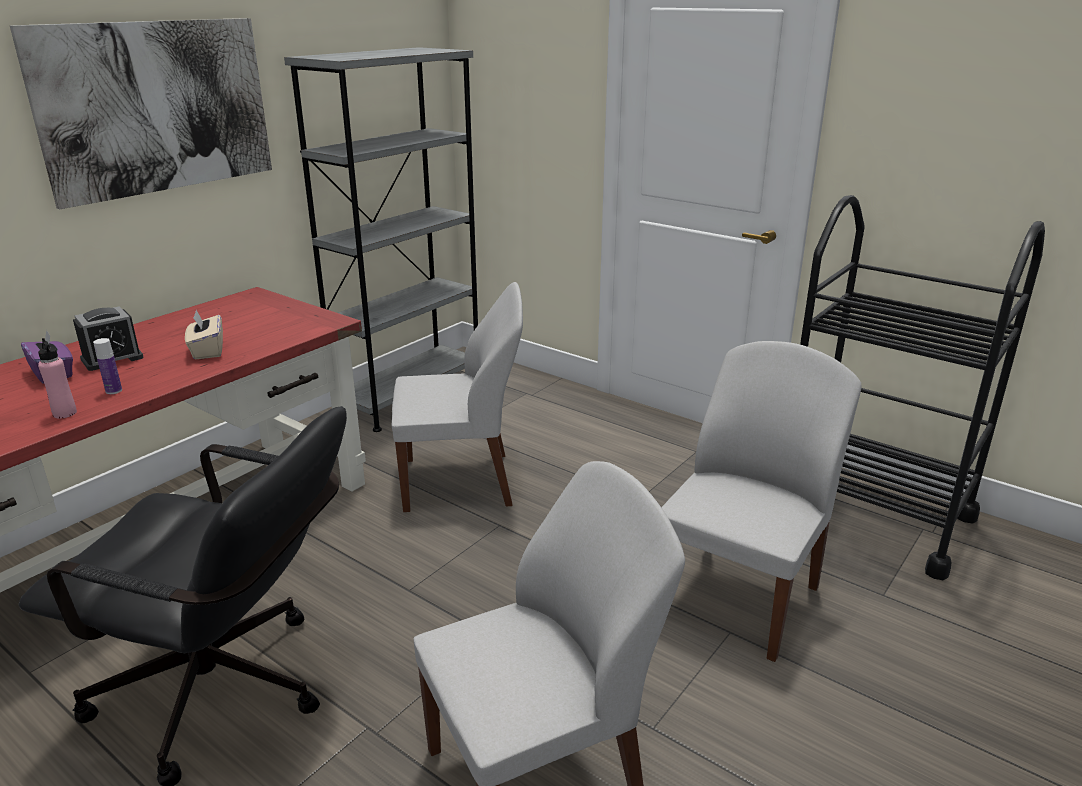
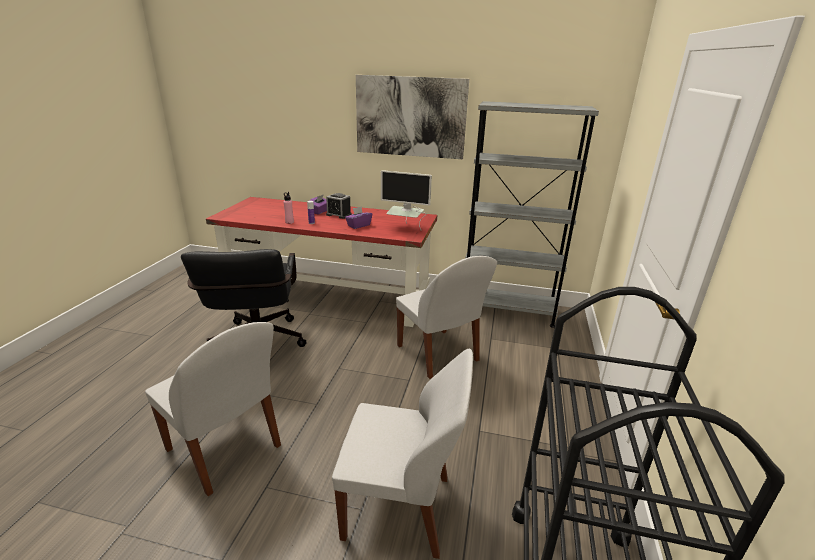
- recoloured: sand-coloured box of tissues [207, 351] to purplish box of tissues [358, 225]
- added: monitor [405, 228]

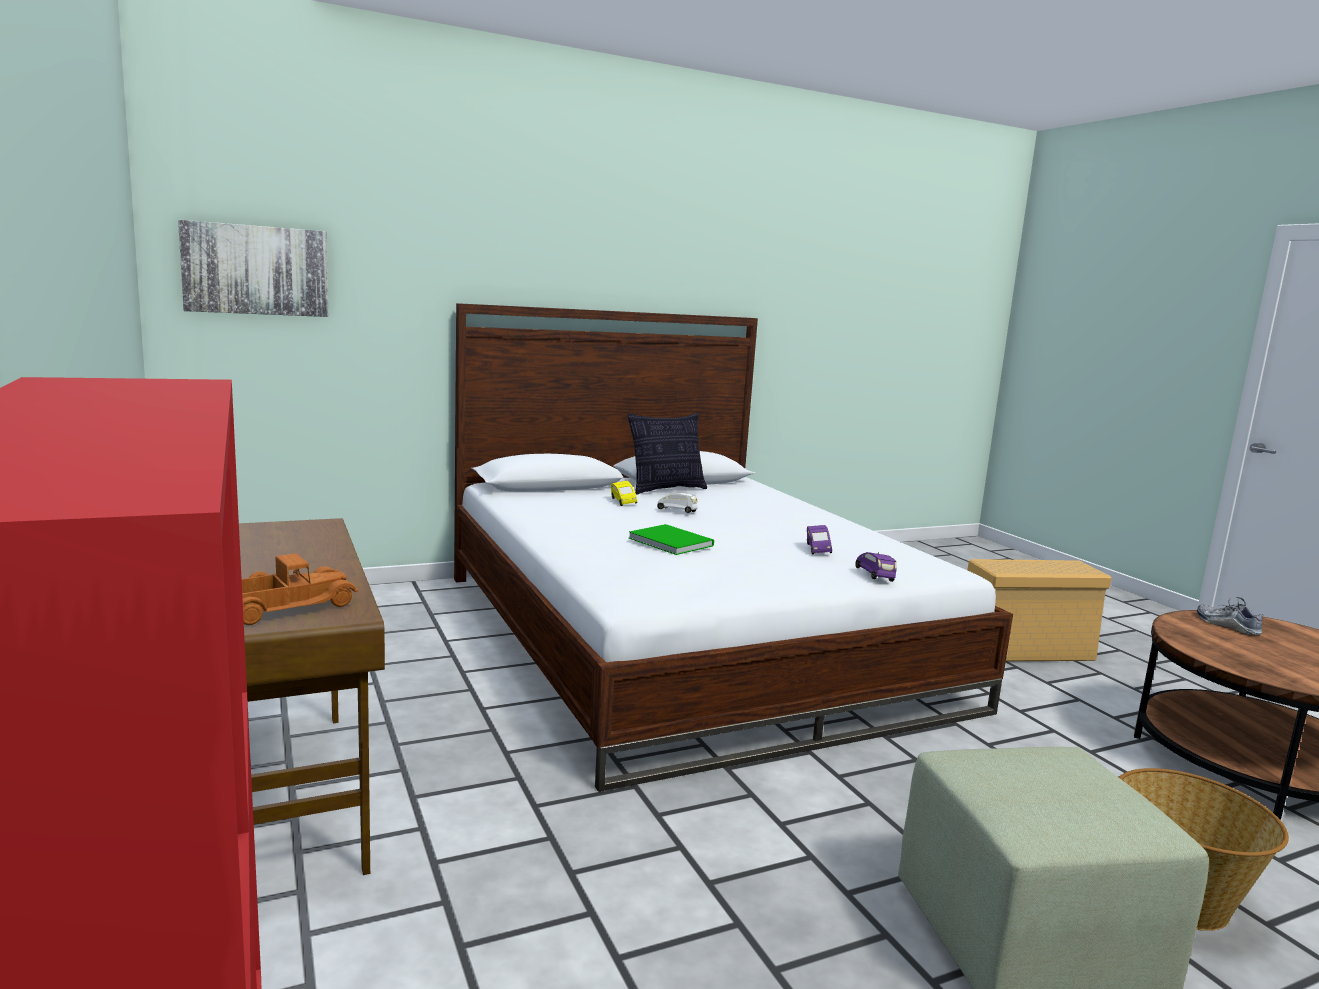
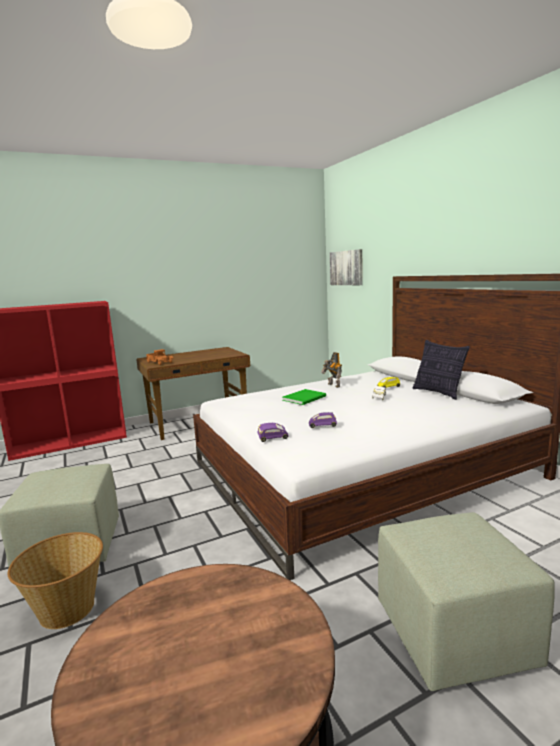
- added: toy robot [333, 385]
- replaced: sand-coloured storage container [1027, 650] to green pouffe [455, 636]
- removed: shoe [1227, 625]

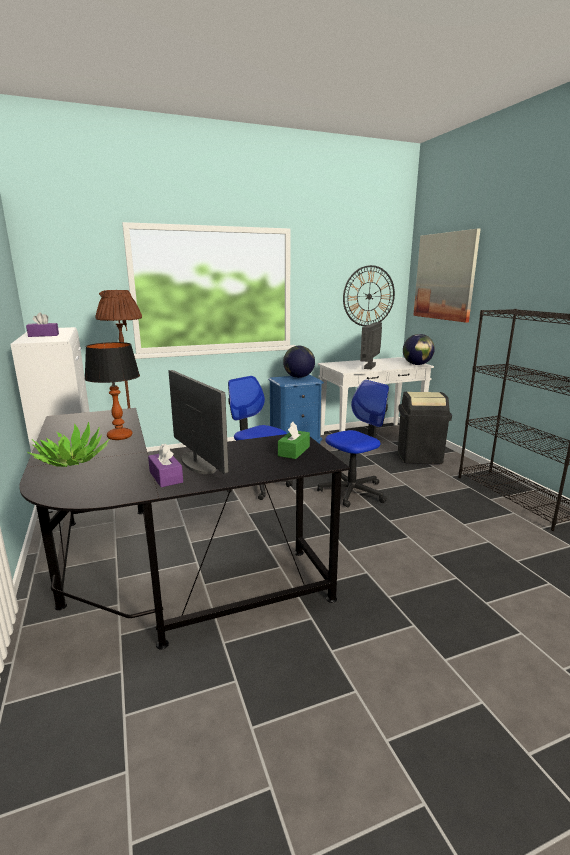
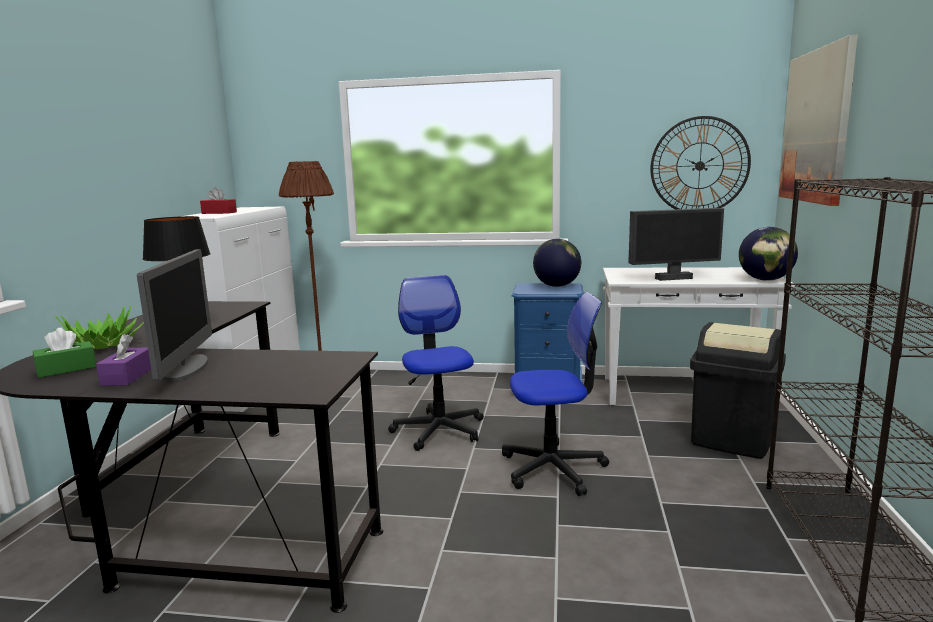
- moved: green box of tissues [294, 451] to [66, 369]
- recoloured: purplish box of tissues [43, 335] to reddish box of tissues [219, 213]
- turned: monitor [370, 367] = [673, 278] 150 degrees counterclockwise

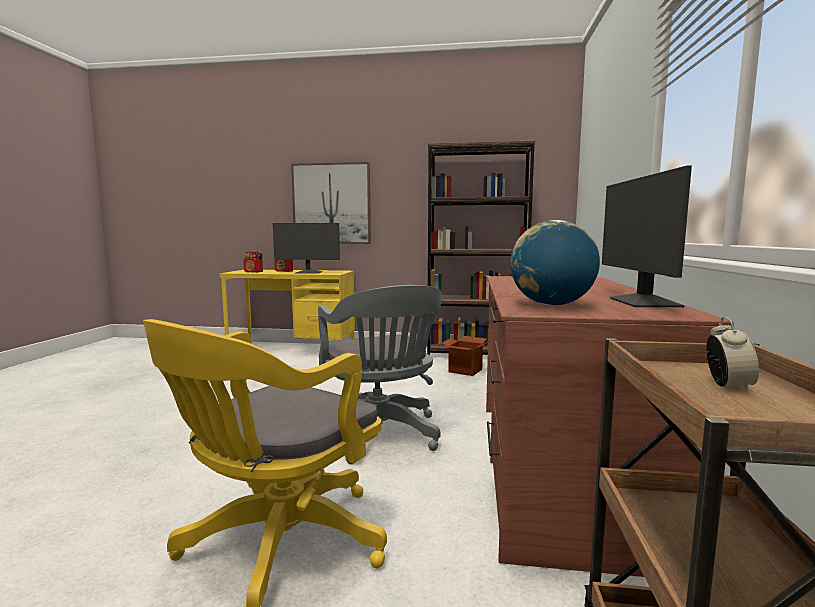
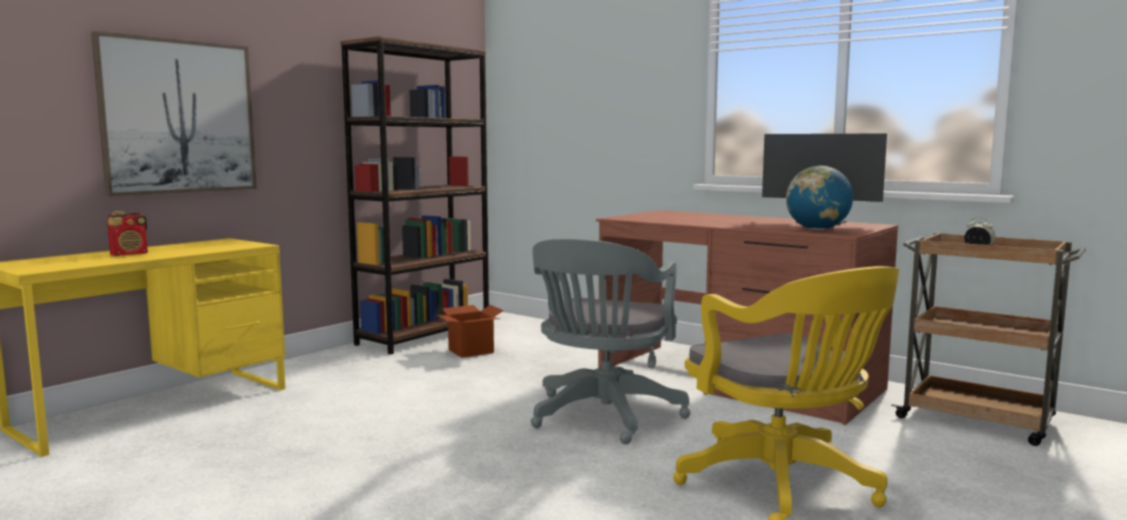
- turned: gray computer chair [380, 436] = [603, 417] 105 degrees clockwise
- removed: radio set [253, 272]
- removed: monitor [308, 272]

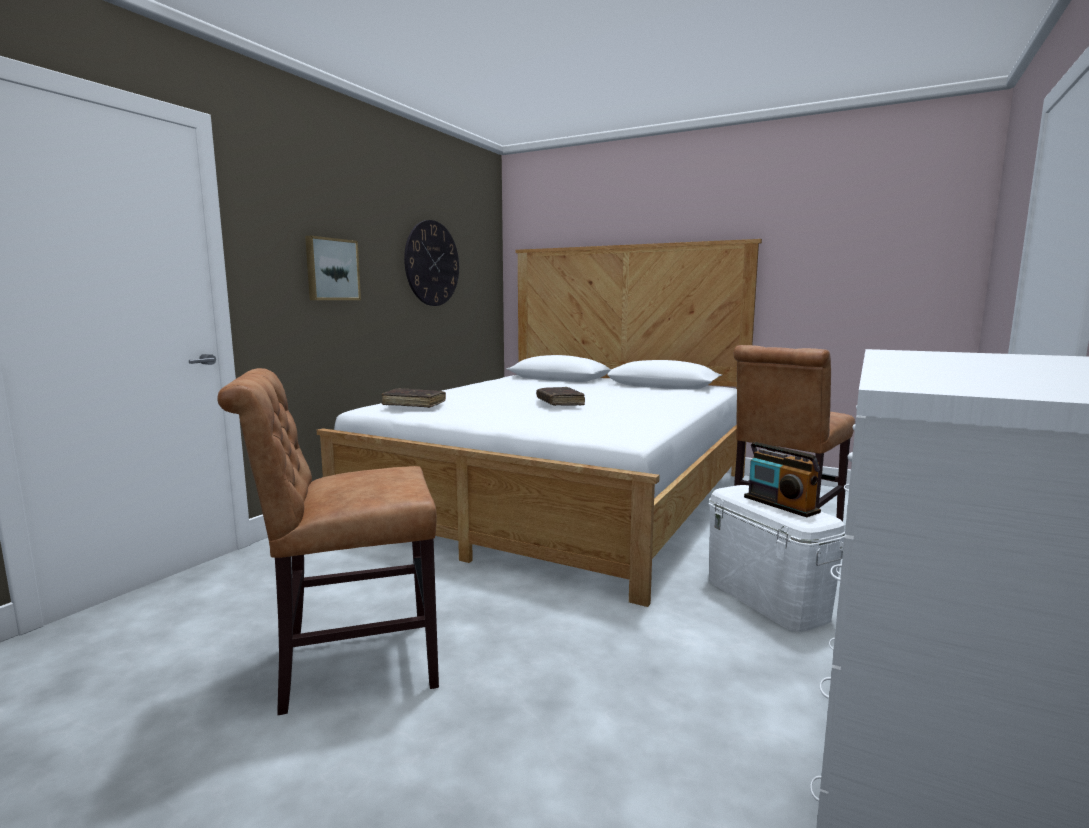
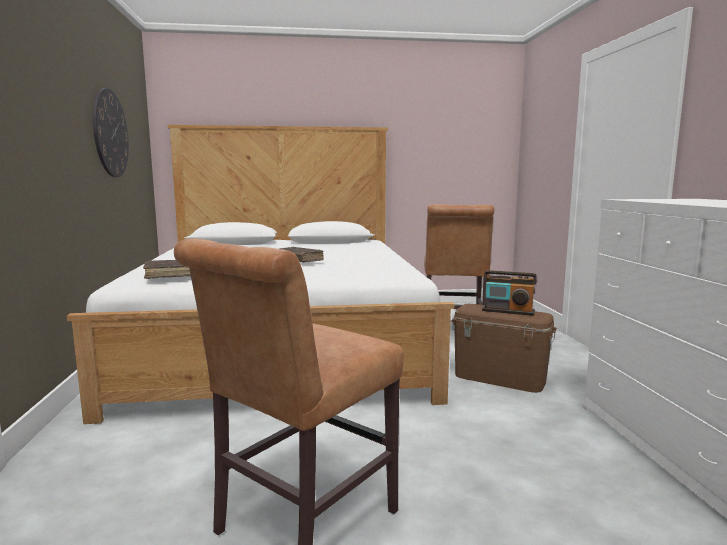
- recoloured: white storage container [766, 598] to brown-coloured storage container [500, 378]
- removed: wall art [331, 269]

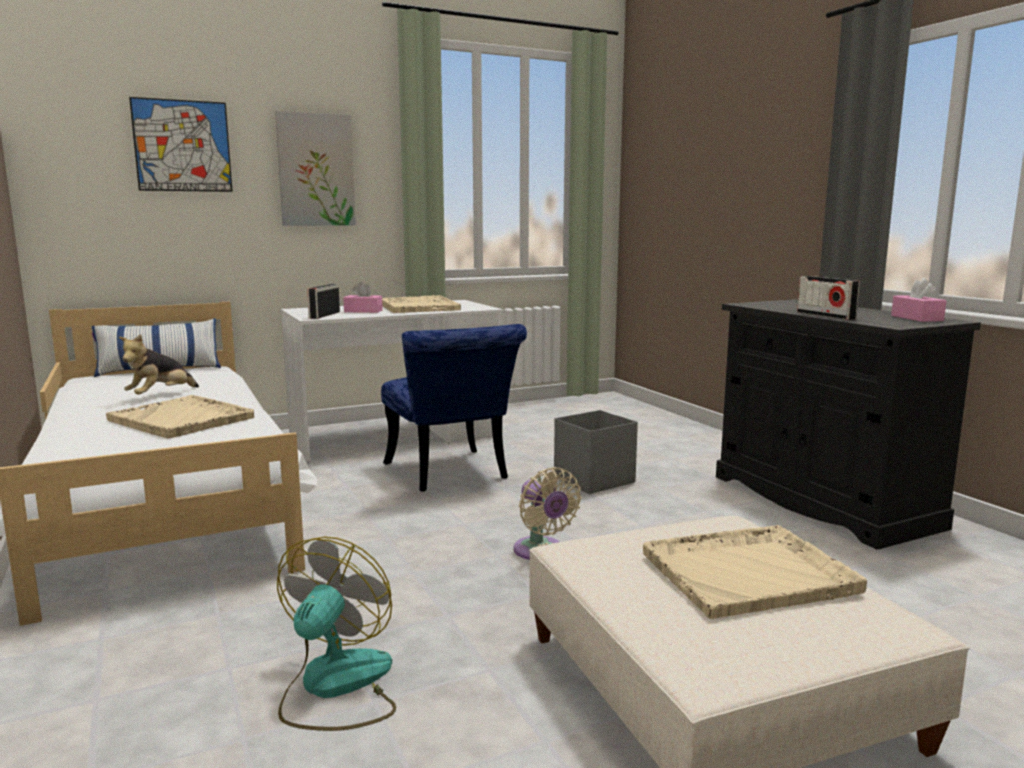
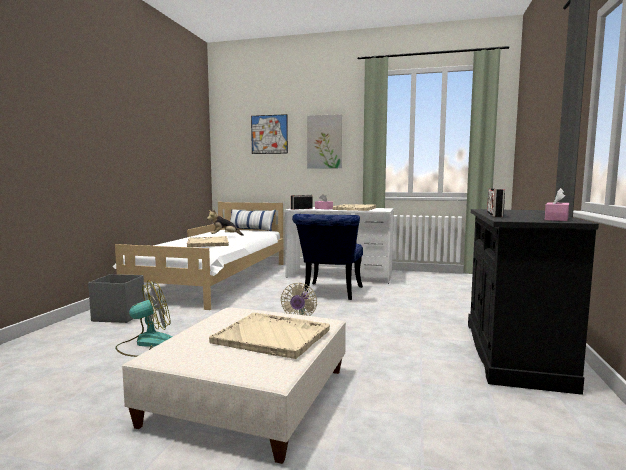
- moved: gray storage container [593, 480] to [118, 316]

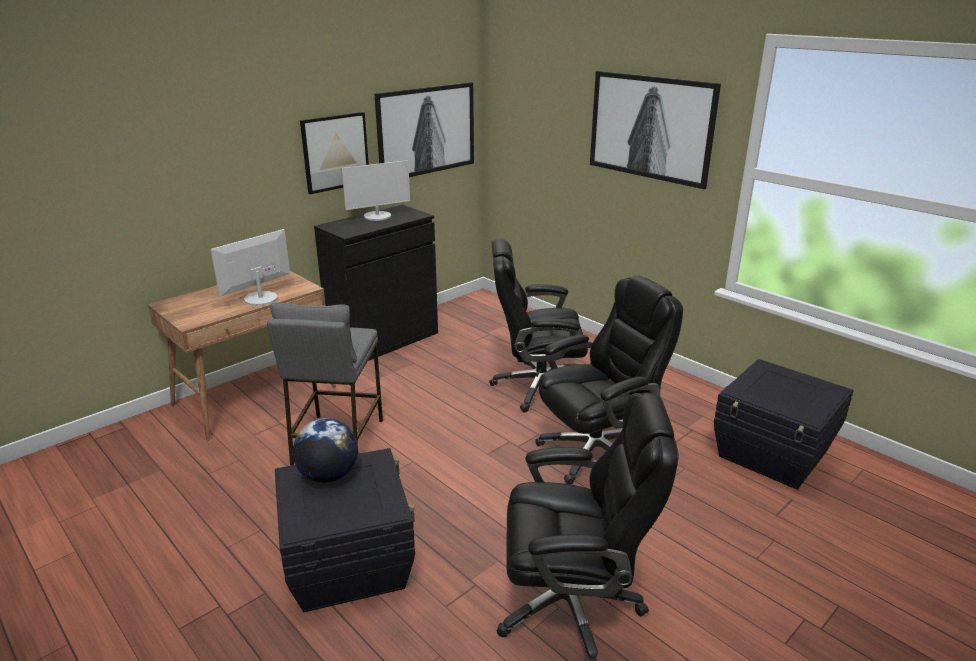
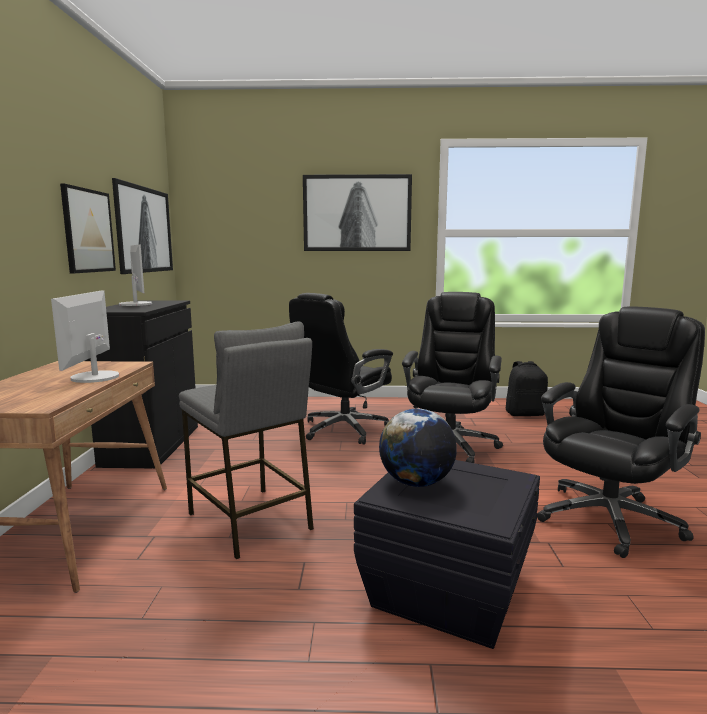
- turned: monitor [377, 216] = [136, 304] 45 degrees counterclockwise
- replaced: black-coloured storage container [773, 455] to black-coloured knapsack [525, 414]

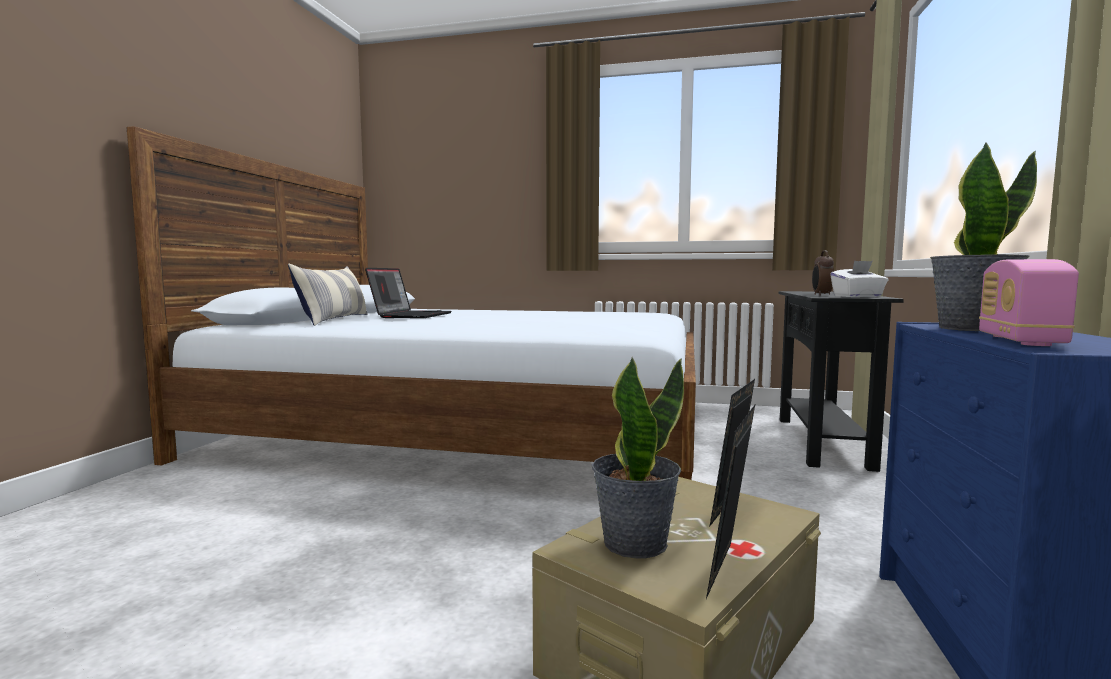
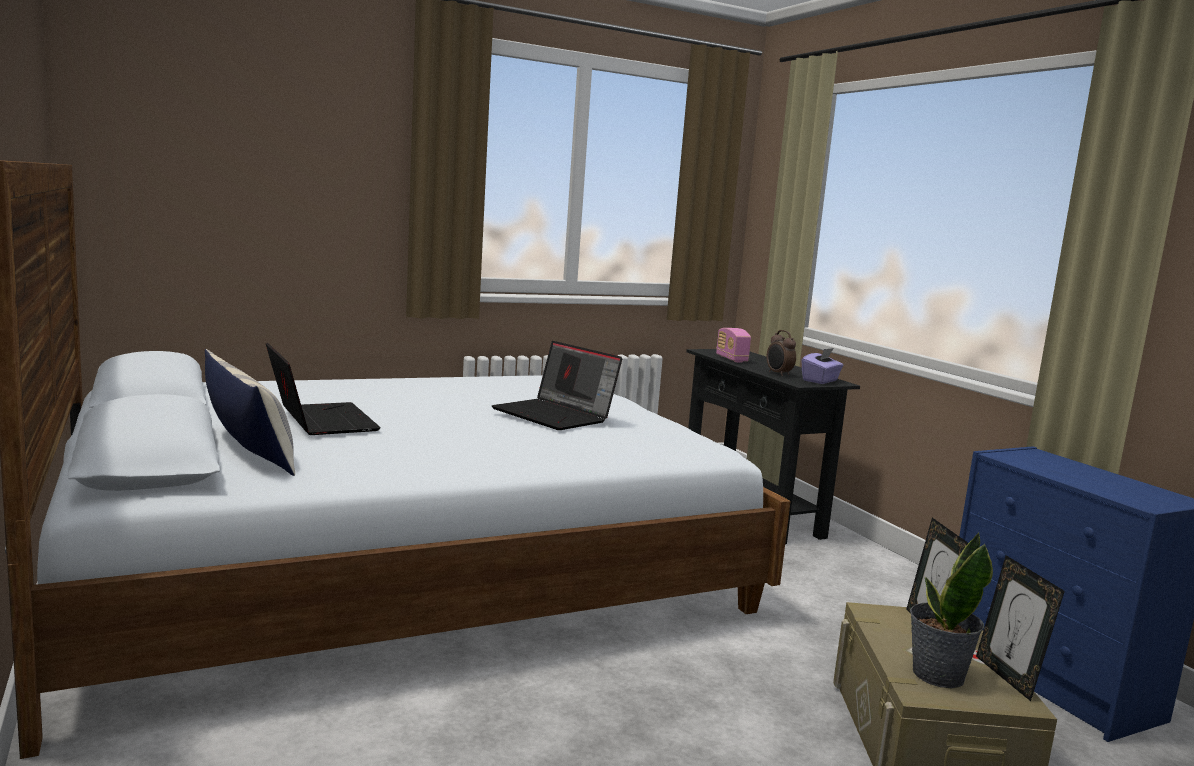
- added: laptop [556, 415]
- moved: radio set [1019, 341] to [731, 359]
- recoloured: white box of tissues [858, 296] to purplish box of tissues [820, 381]
- removed: potted plant [971, 328]

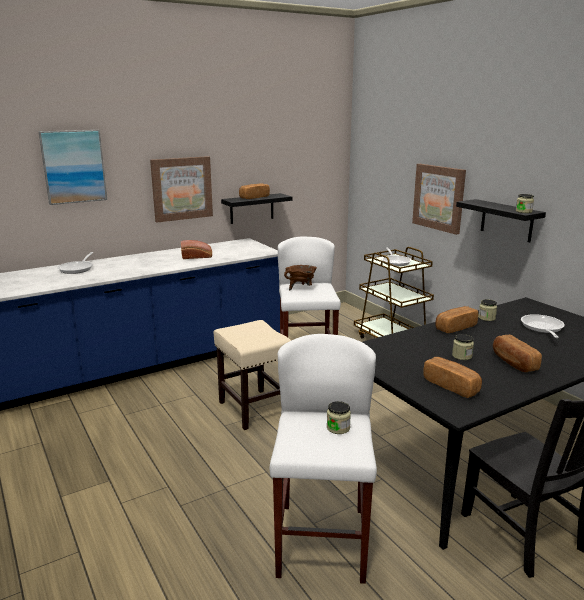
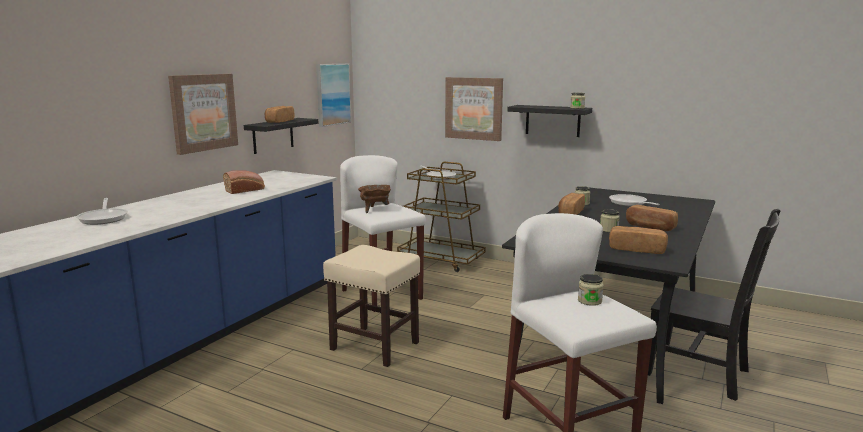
- moved: wall art [73, 166] to [332, 94]

